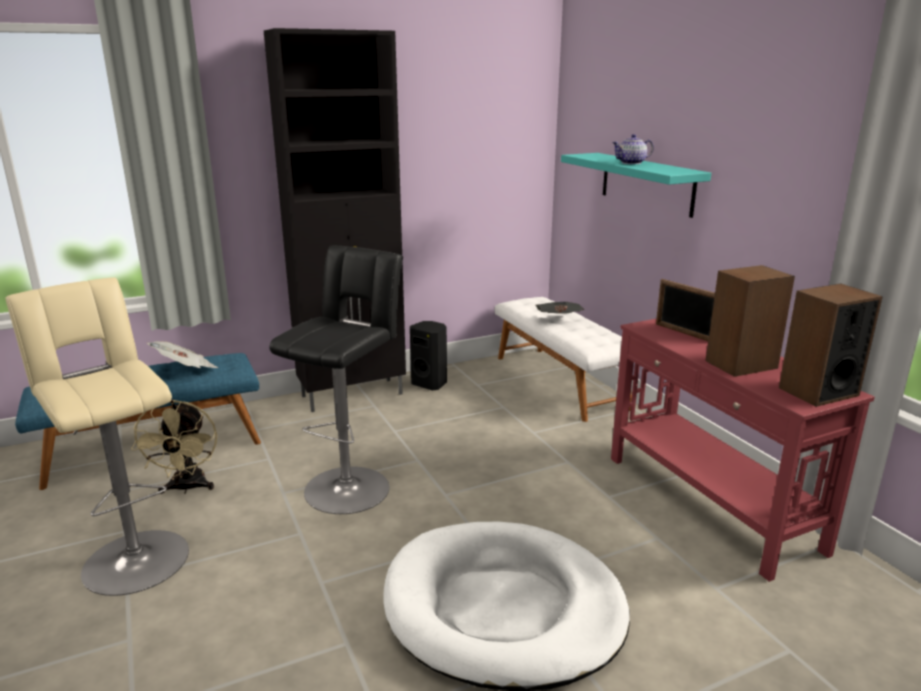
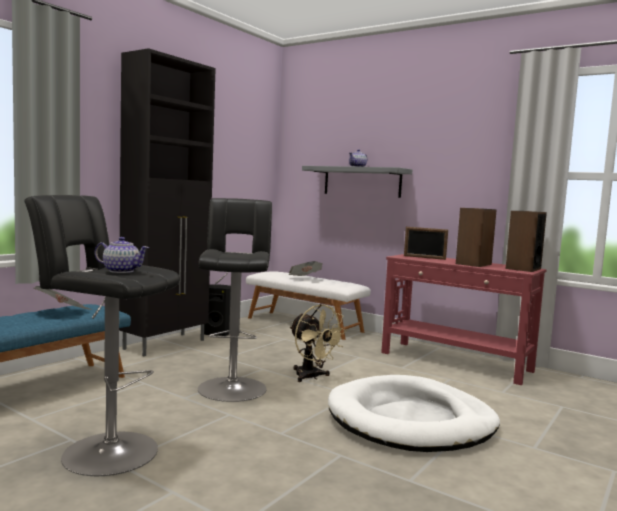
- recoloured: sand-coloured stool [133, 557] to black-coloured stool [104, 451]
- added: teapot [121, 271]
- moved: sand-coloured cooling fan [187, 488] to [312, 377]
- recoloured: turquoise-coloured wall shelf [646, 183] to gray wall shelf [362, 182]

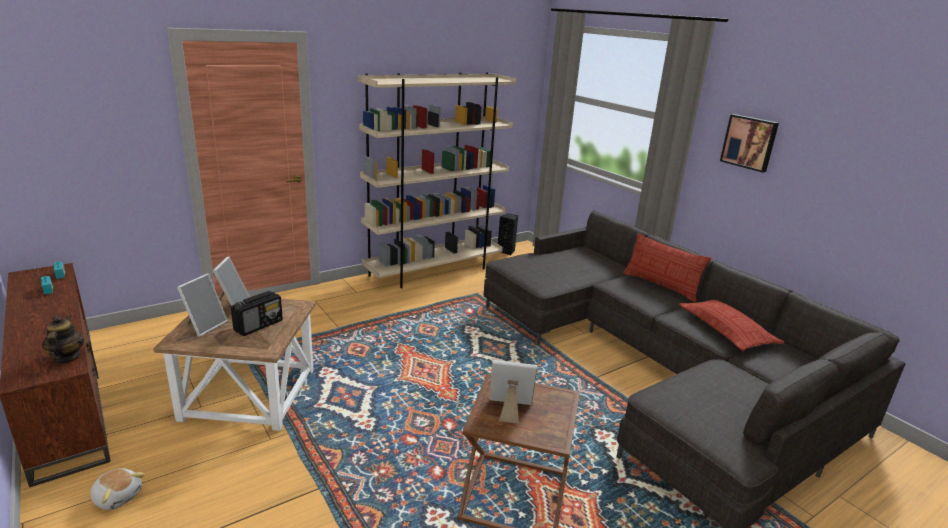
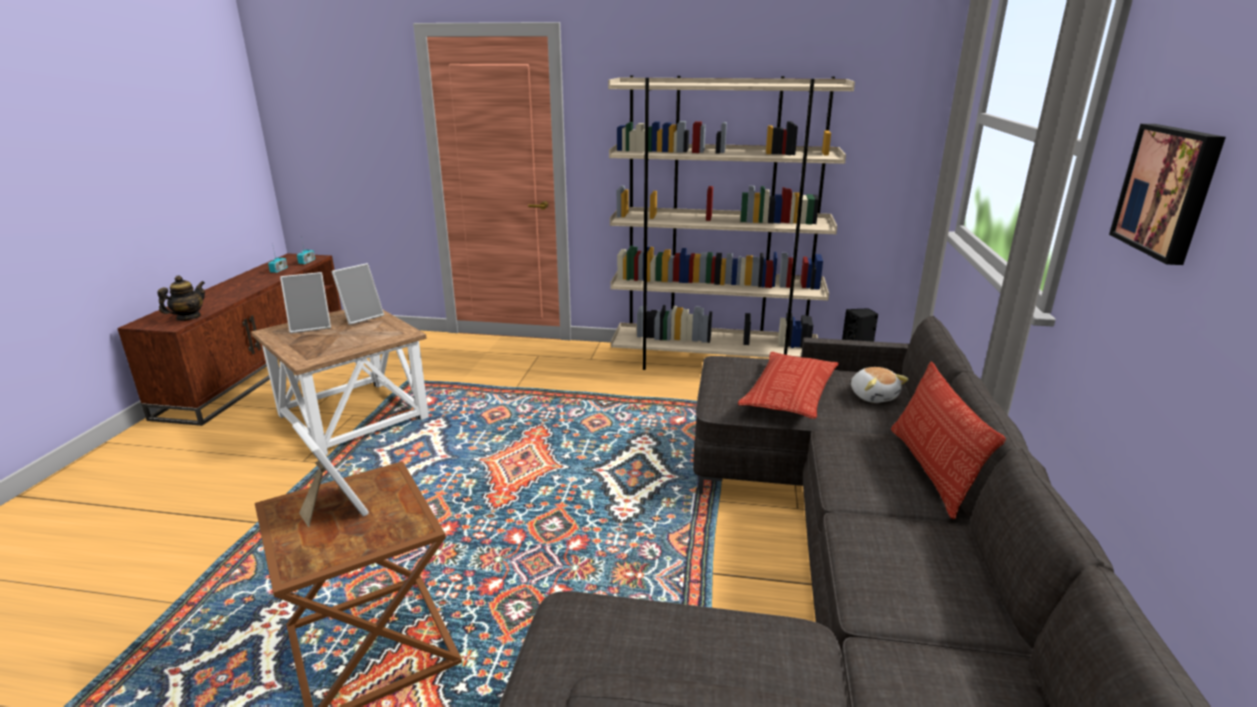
- moved: throw pillow [727, 329] to [789, 393]
- moved: cuddly toy [118, 496] to [873, 396]
- removed: radio set [259, 325]

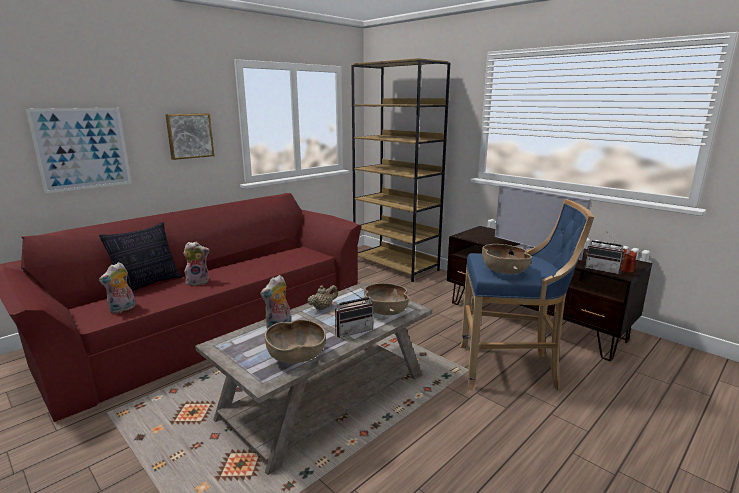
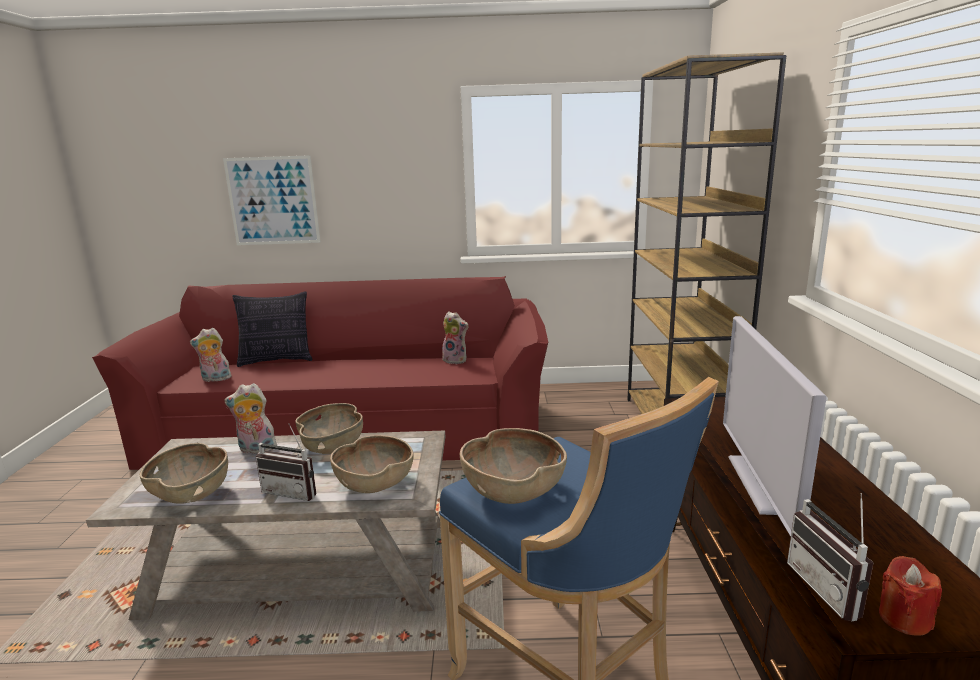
- replaced: sand-coloured teapot [323, 308] to brown-coloured bowl [333, 447]
- moved: cuddly toy [198, 281] to [456, 360]
- removed: wall art [189, 136]

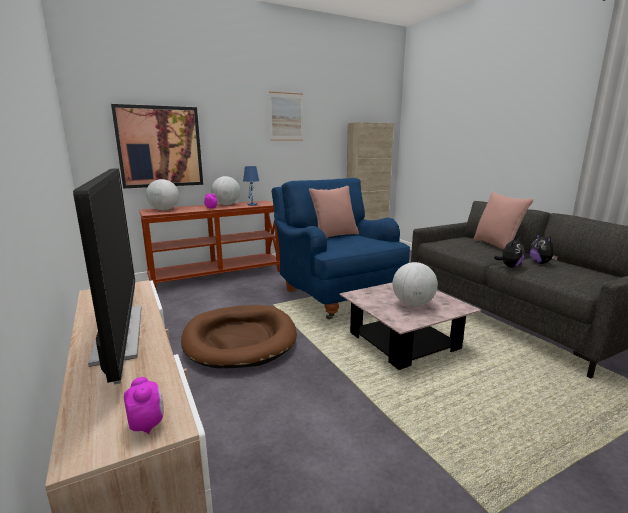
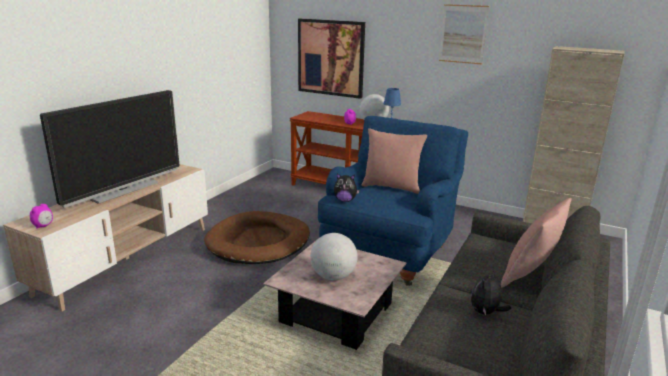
- moved: cuddly toy [509, 266] to [345, 200]
- removed: globe [164, 210]

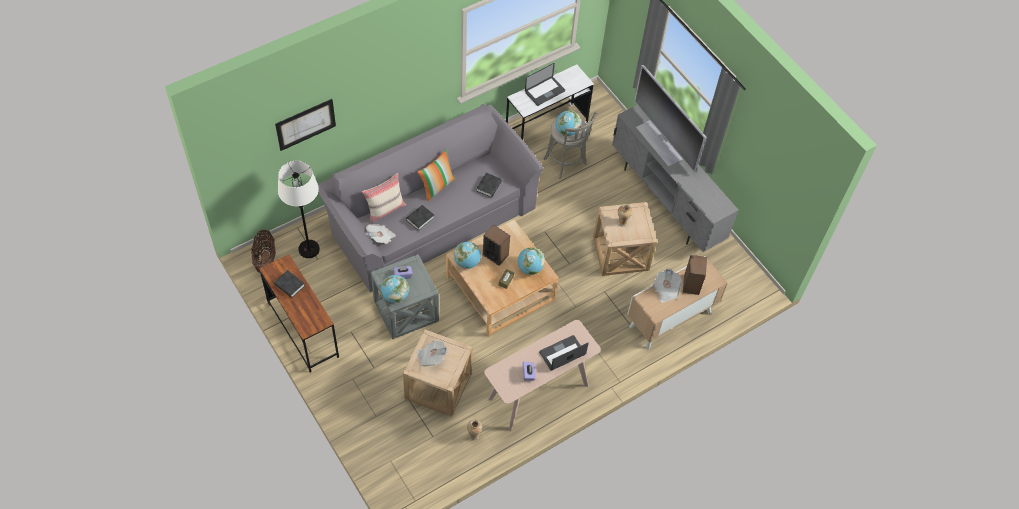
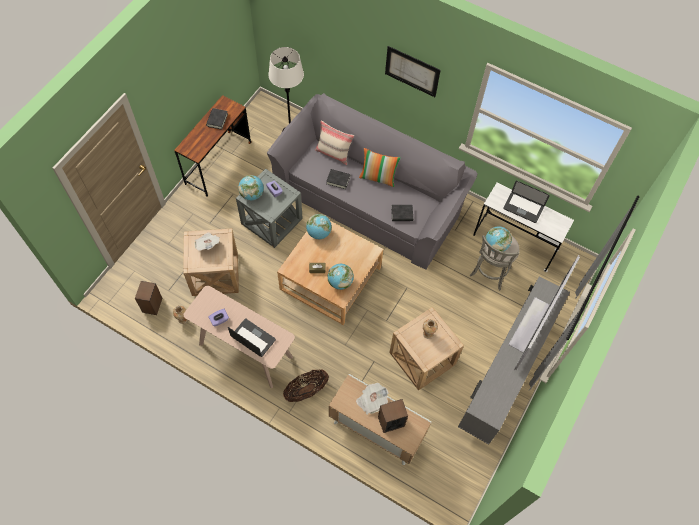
- moved: audio speaker [495, 255] to [152, 305]
- moved: basket [265, 259] to [306, 390]
- moved: wall art [305, 124] to [412, 71]
- removed: newspaper [381, 238]

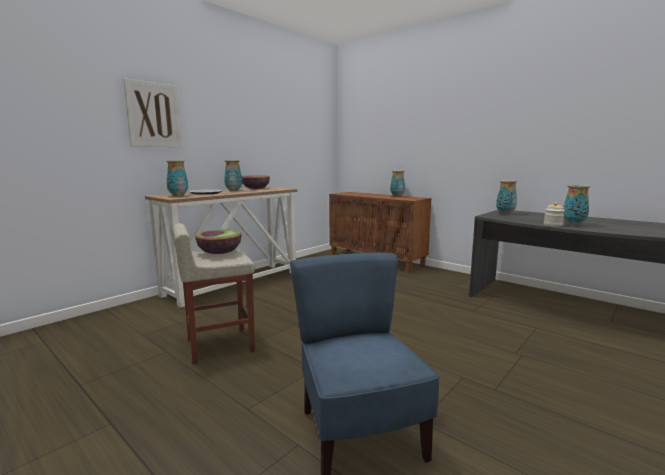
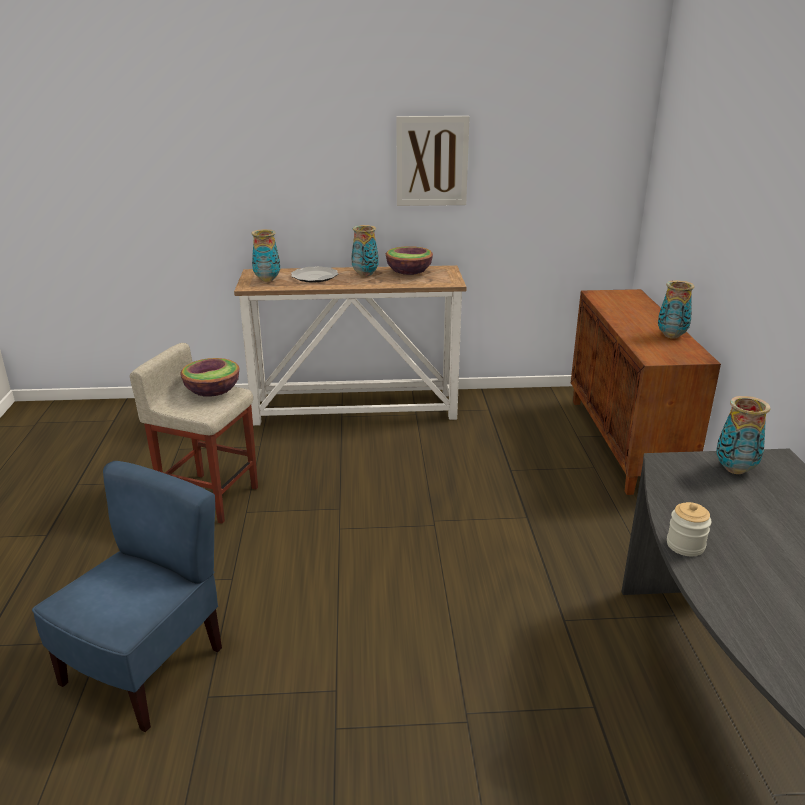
- moved: wall art [153, 115] to [432, 161]
- removed: vase [573, 224]

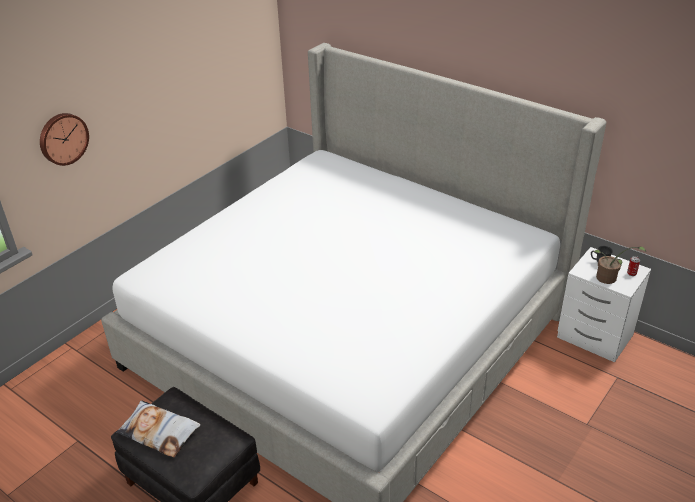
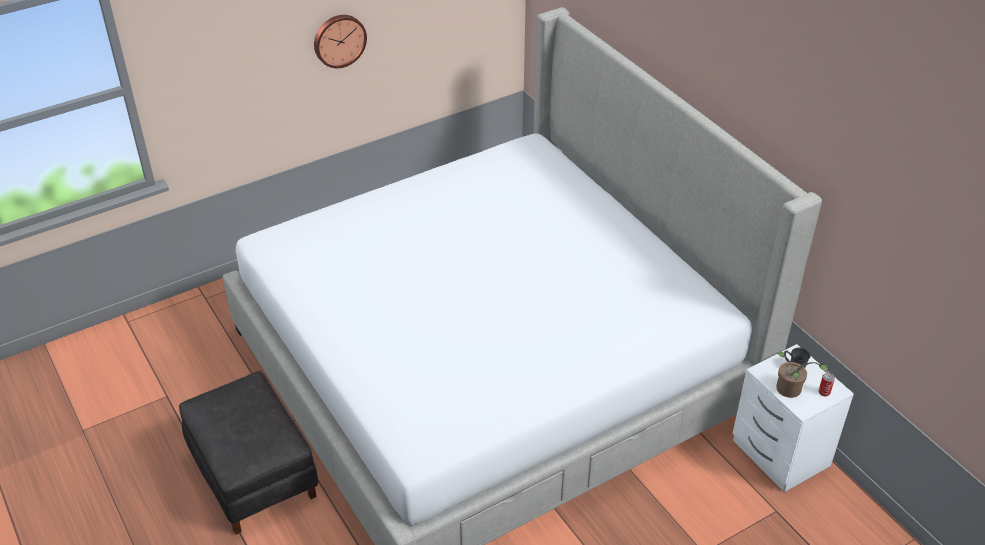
- moved: wall clock [62, 138] to [339, 40]
- removed: throw pillow [159, 432]

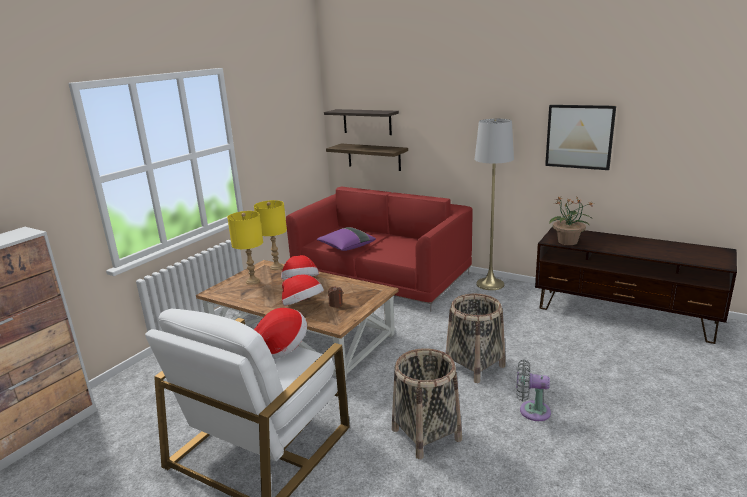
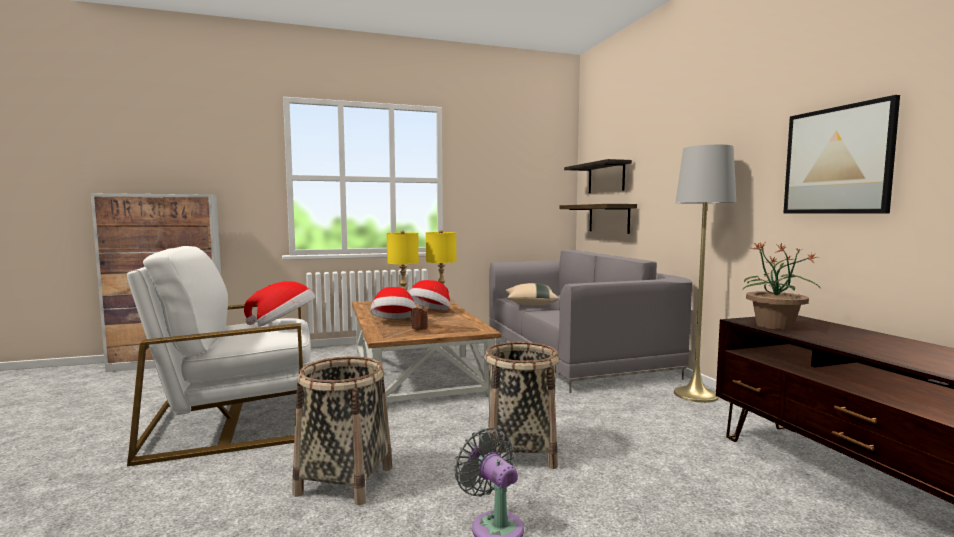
- recoloured: reddish couch [382, 277] to gray couch [575, 355]
- recoloured: purplish throw pillow [346, 247] to sand-coloured throw pillow [530, 304]

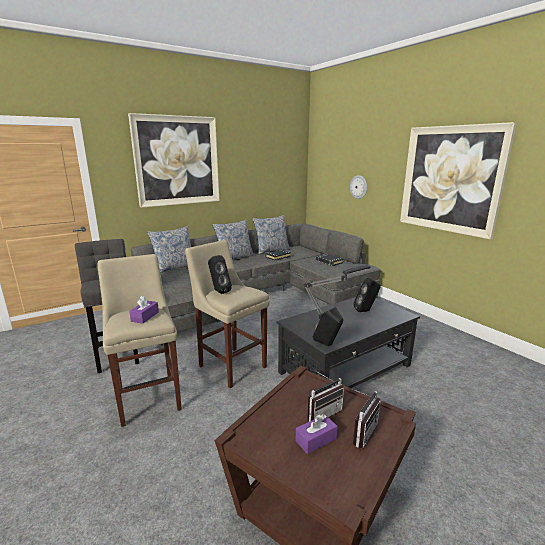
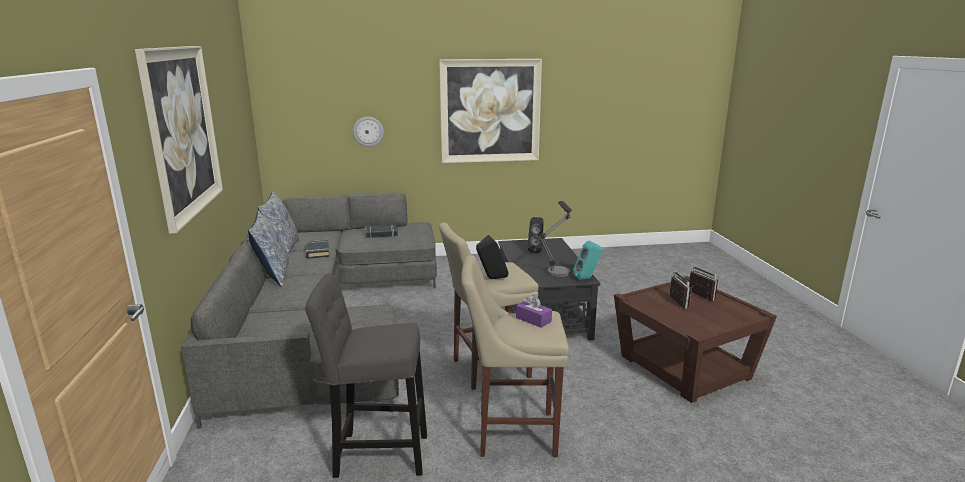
- recoloured: black-coloured audio speaker [328, 345] to turquoise-coloured audio speaker [587, 278]
- removed: throw pillow [174, 268]
- removed: purplish box of tissues [316, 439]

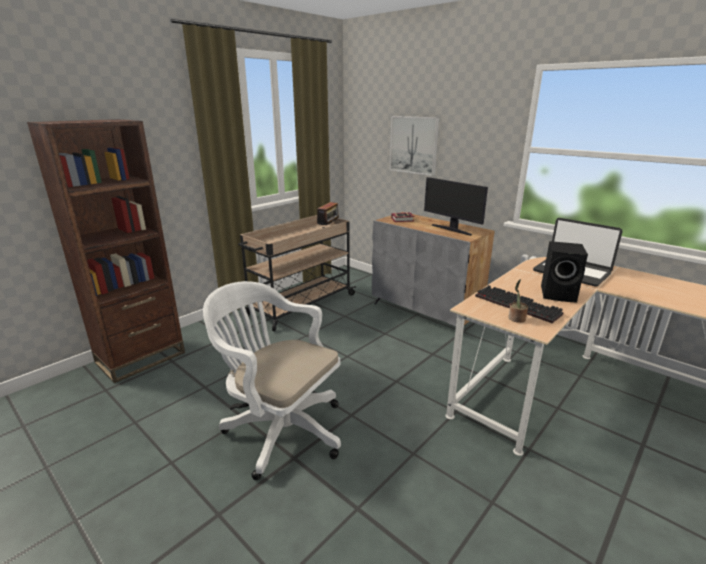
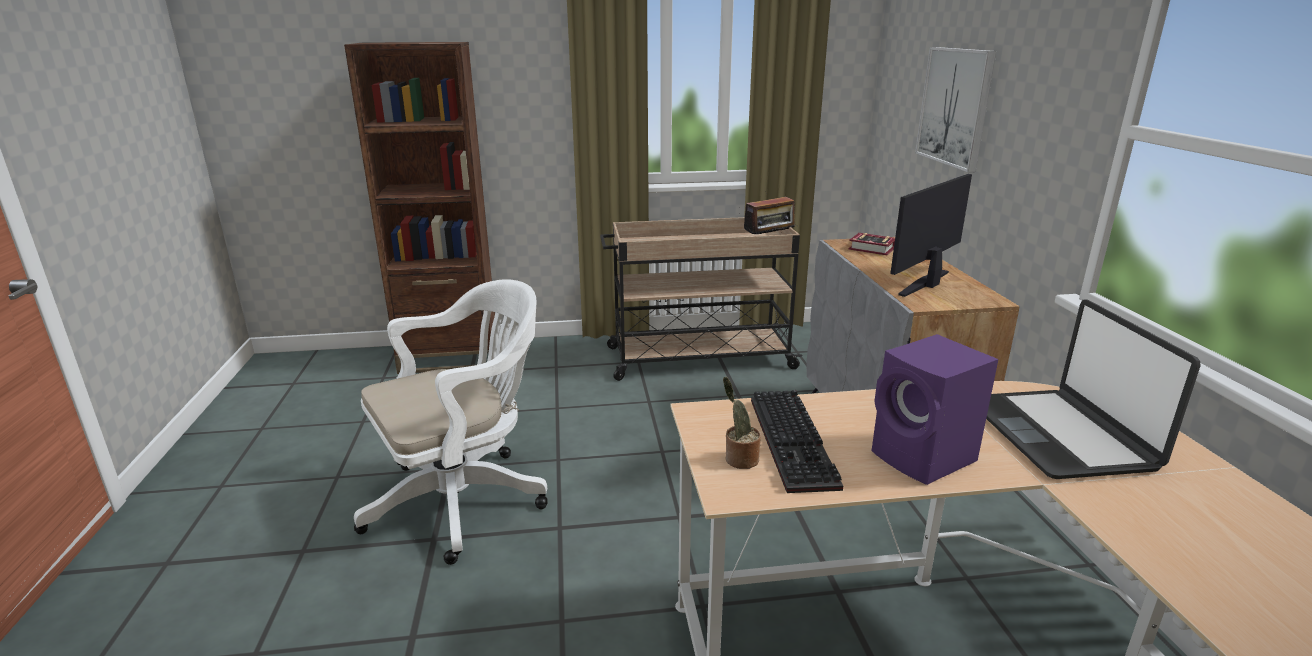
- turned: white computer chair [280, 429] = [465, 499] 75 degrees clockwise
- recoloured: black-coloured audio speaker [559, 294] to purplish audio speaker [925, 459]
- turned: monitor [452, 229] = [927, 284] 45 degrees clockwise

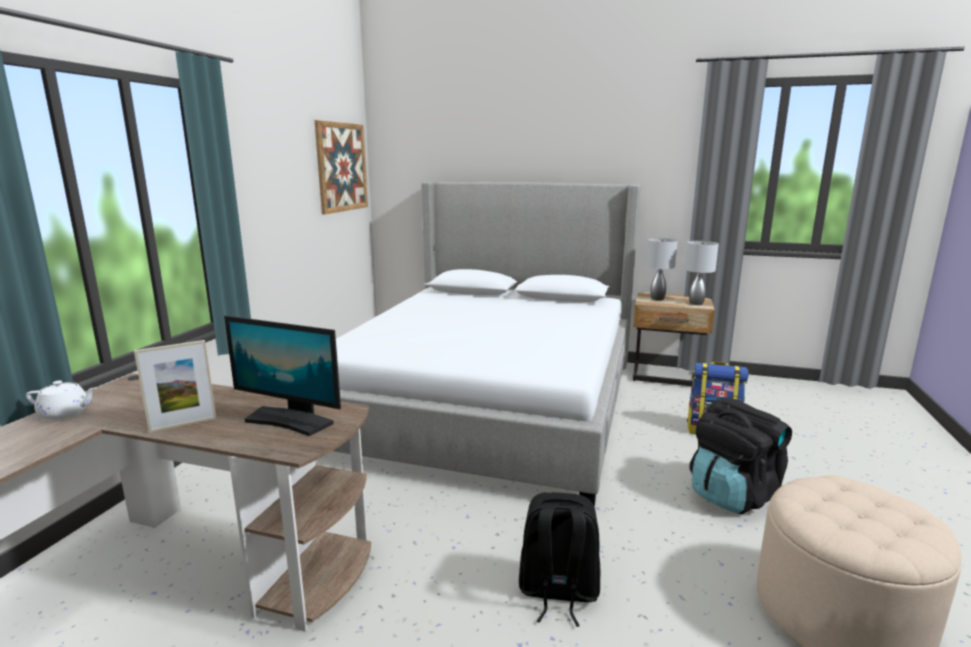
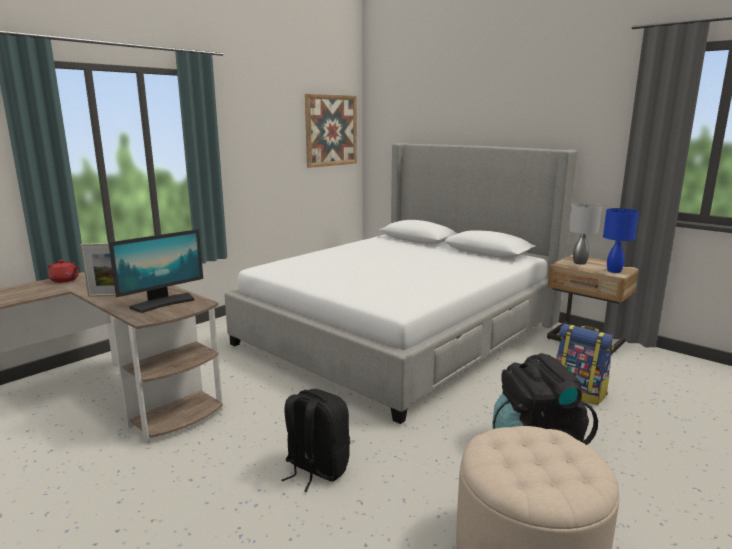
- recoloured: white teapot [66, 413] to reddish teapot [65, 280]
- turned: monitor [290, 420] = [163, 303] 90 degrees counterclockwise
- recoloured: gray table lamp [696, 303] to bluish table lamp [614, 271]

